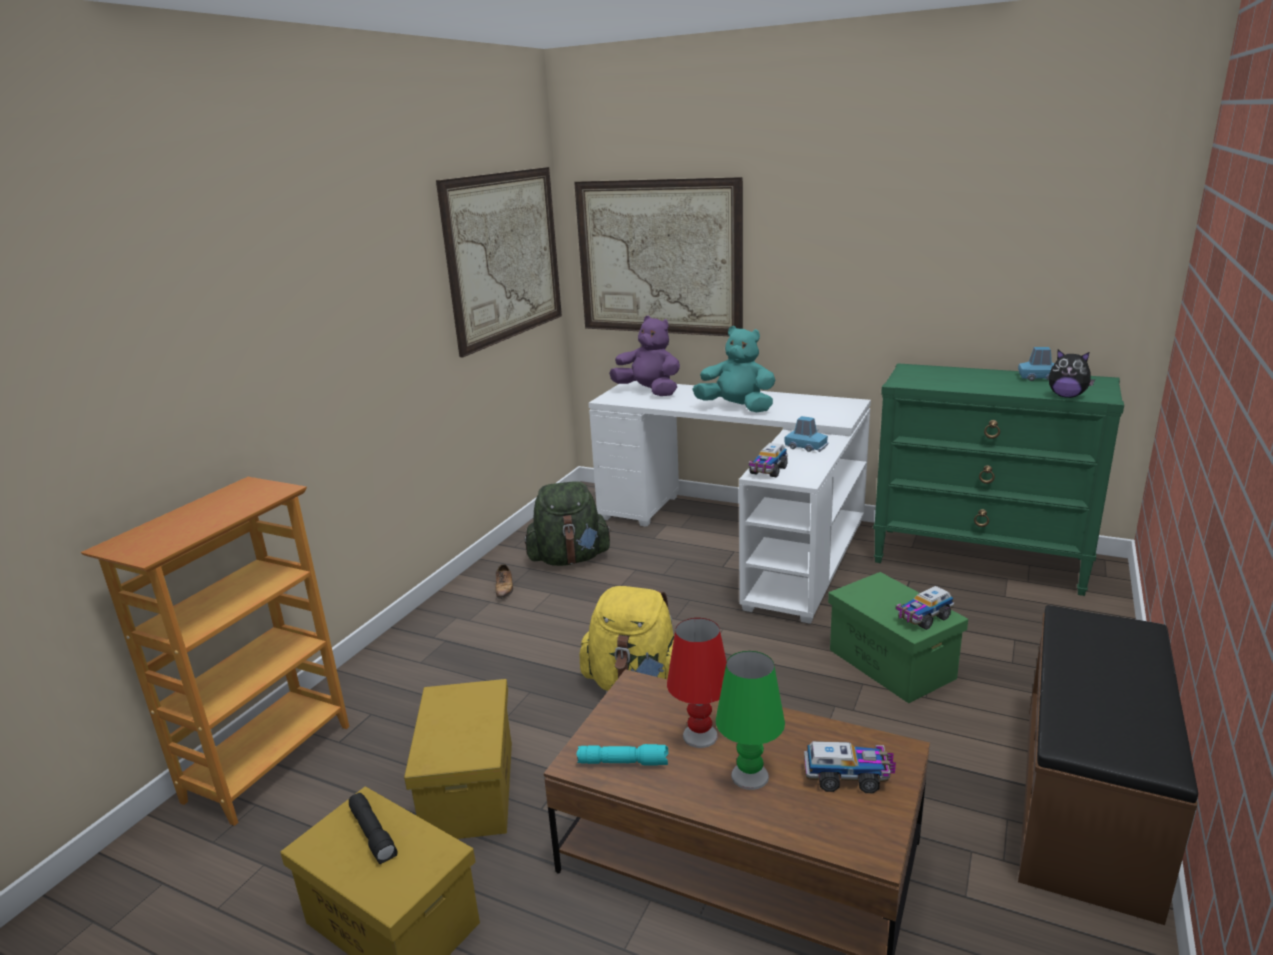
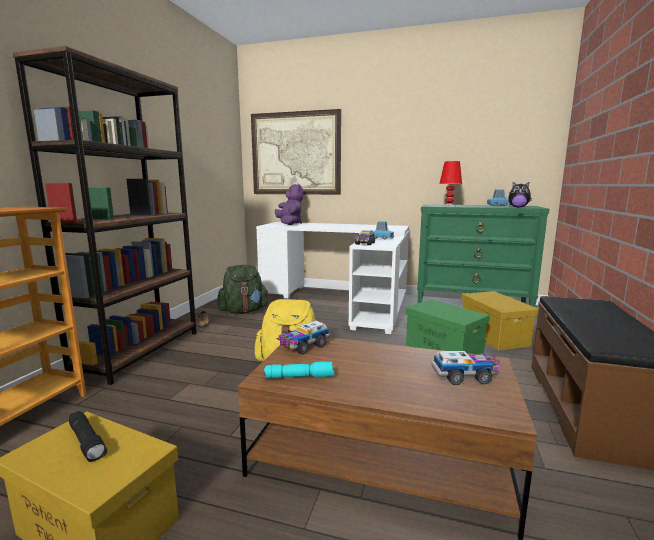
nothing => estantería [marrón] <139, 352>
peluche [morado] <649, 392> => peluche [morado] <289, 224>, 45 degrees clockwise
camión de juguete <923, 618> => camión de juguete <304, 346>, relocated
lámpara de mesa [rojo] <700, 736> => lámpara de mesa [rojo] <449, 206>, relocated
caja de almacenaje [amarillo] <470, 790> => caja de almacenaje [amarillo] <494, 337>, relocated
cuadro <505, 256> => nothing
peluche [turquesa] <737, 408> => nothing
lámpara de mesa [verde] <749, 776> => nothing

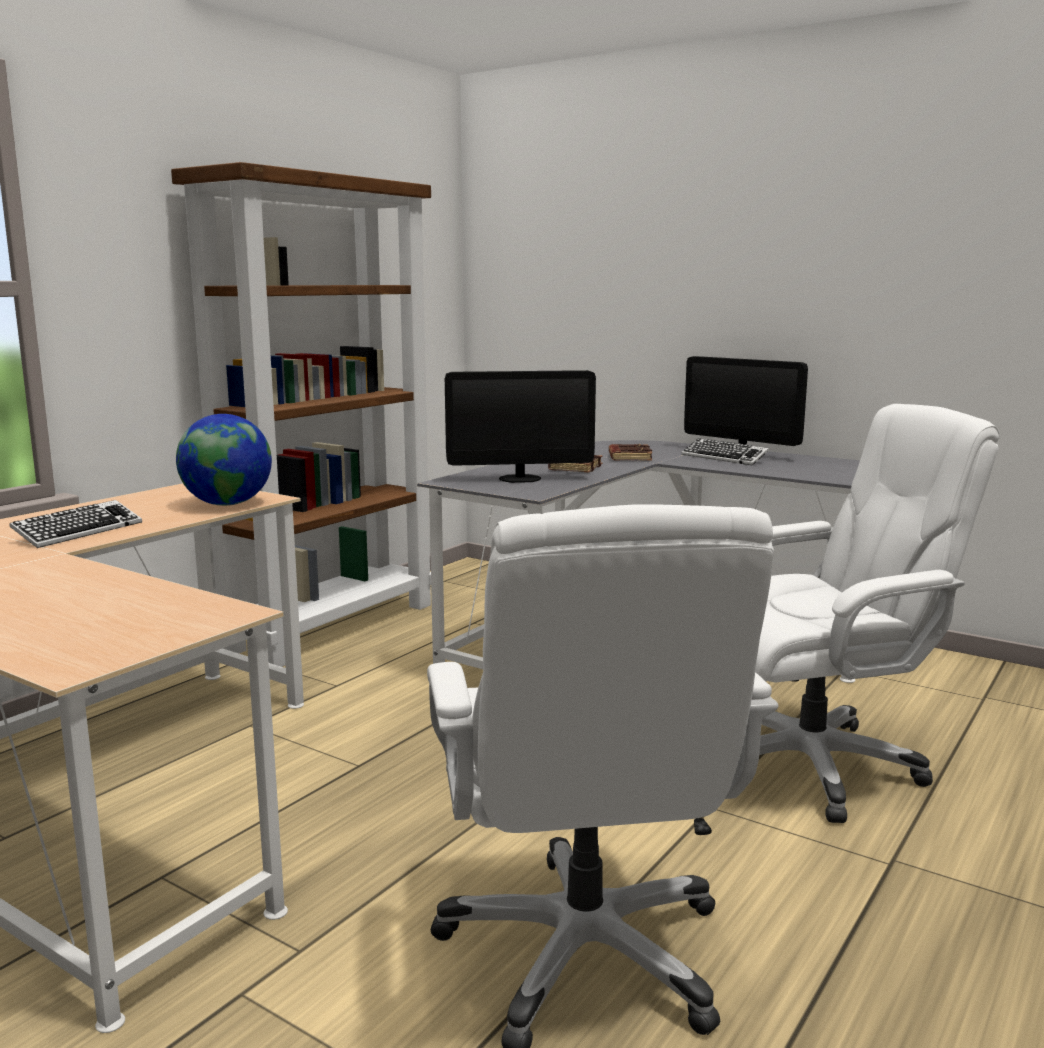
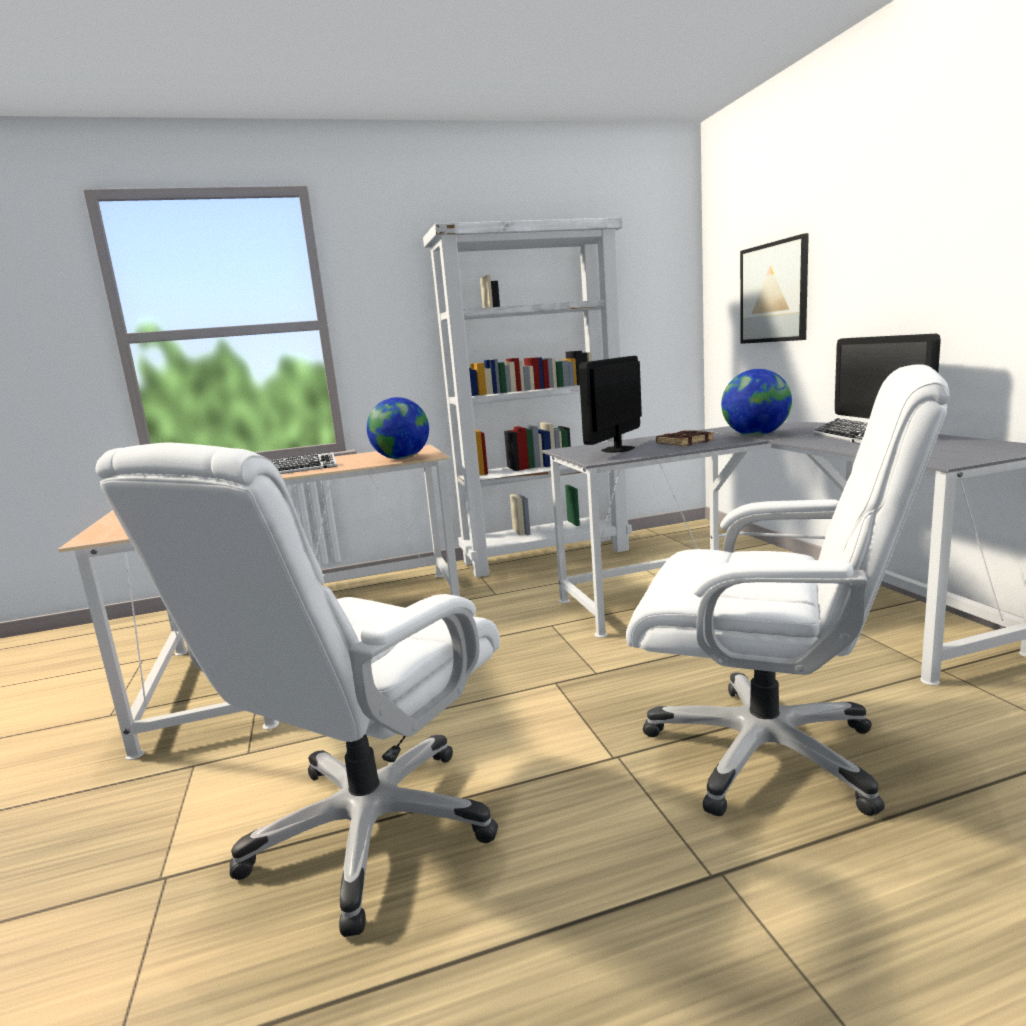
estantería [marrón] <332, 626> => estantería [blanco] <546, 555>
monitor <520, 479> => monitor <618, 449>, 90 degrees clockwise
libro [marrón] <629, 457> => globo terráqueo <755, 435>
nothing => cuadro <773, 292>

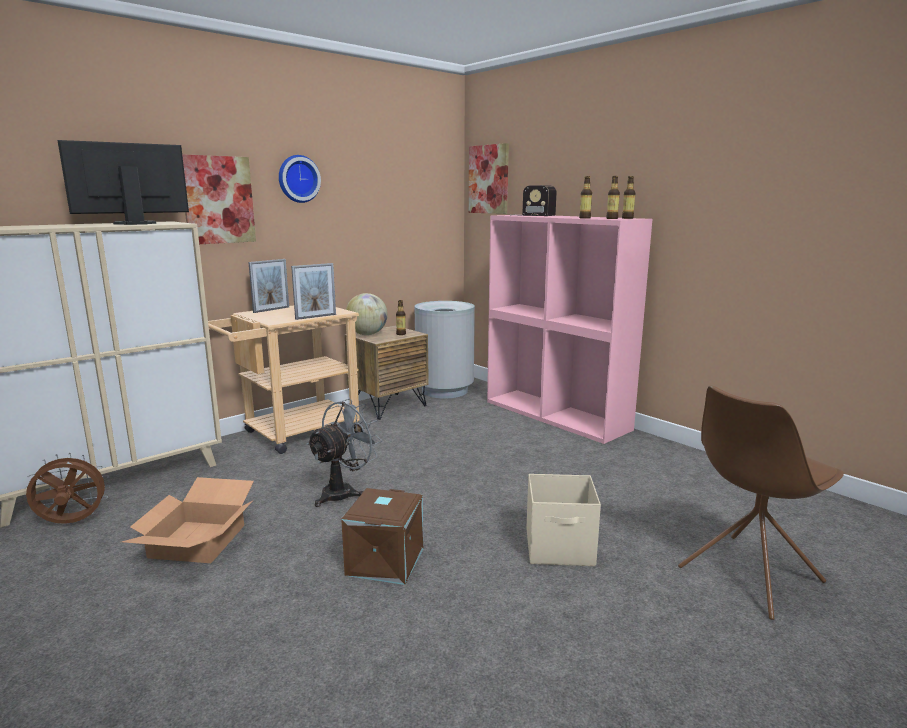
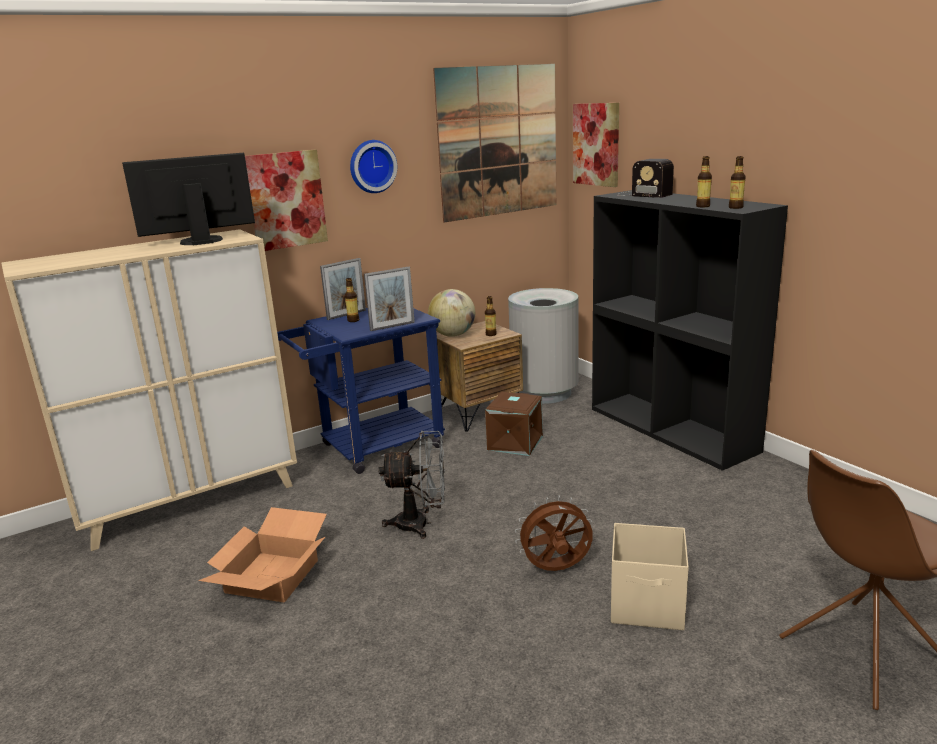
carrito [beis] <293, 434> => carrito [azul] <372, 448>
botella <627, 218> => botella <353, 320>, relocated
ventilador [gris] <344, 492> => ventilador [gris] <421, 524>, 45 degrees clockwise
nothing => cuadro <498, 142>
caja de almacenaje [marrón] <384, 561> => caja de almacenaje [marrón] <514, 443>, relocated
ventilador [marrón] <72, 523> => ventilador [marrón] <556, 570>, relocated
estantería [rosa] <557, 415> => estantería [negro] <673, 429>

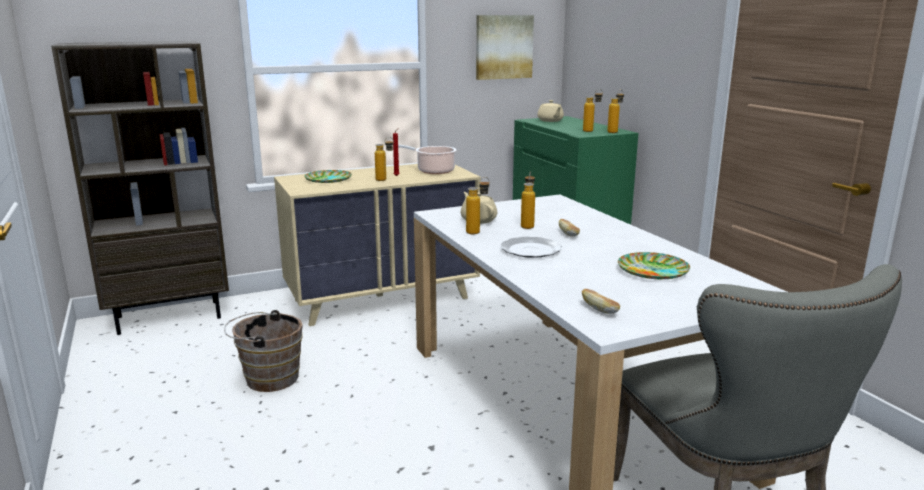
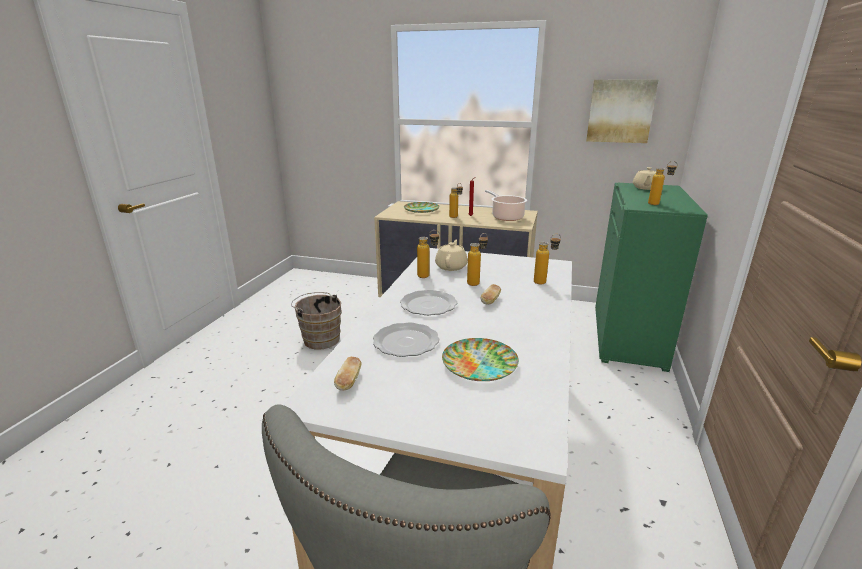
nothing => plato <405, 342>
botella <614, 132> => botella <544, 282>, relocated
estantería [marrón] <170, 316> => nothing

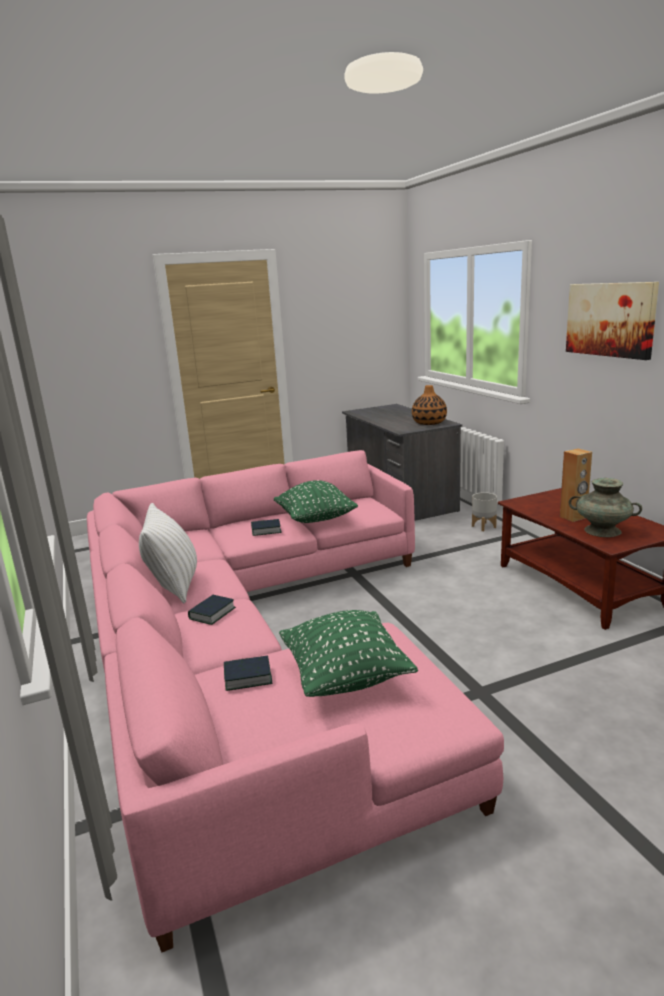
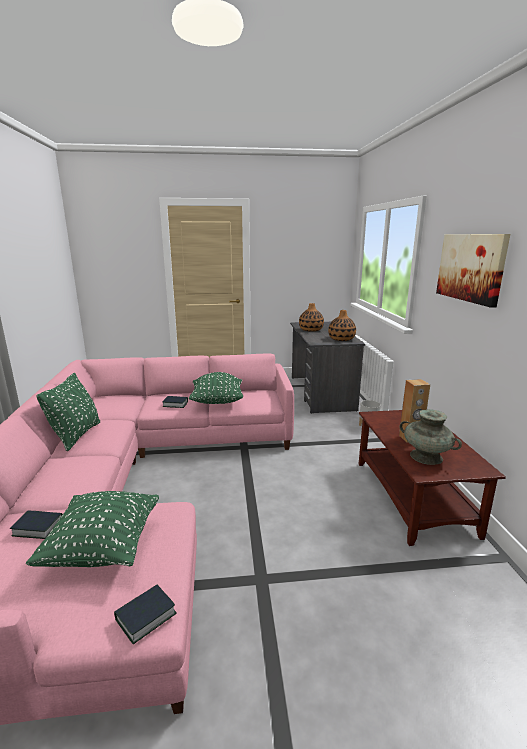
cojín [blanco] <174, 585> => cojín [verde] <76, 435>
libro <212, 613> => libro <146, 617>, relocated
nothing => florero <311, 330>

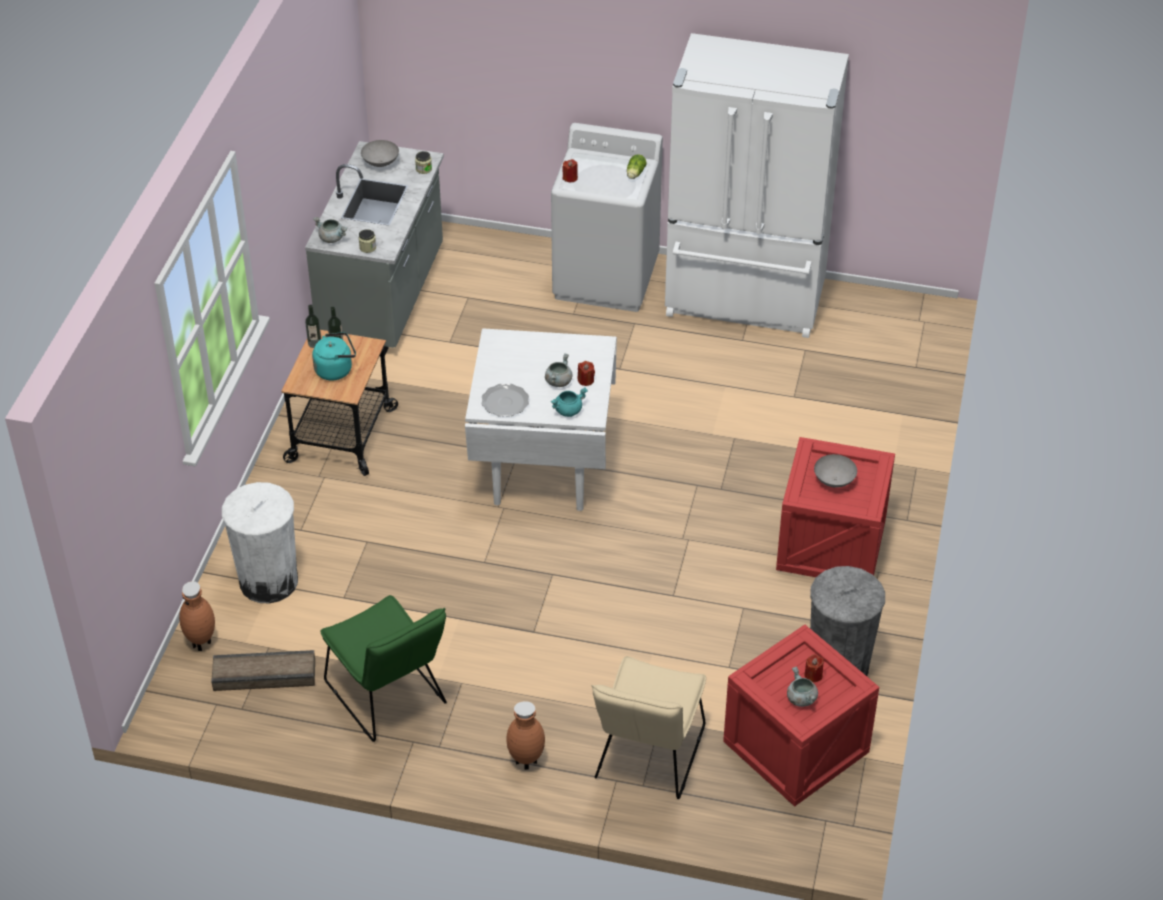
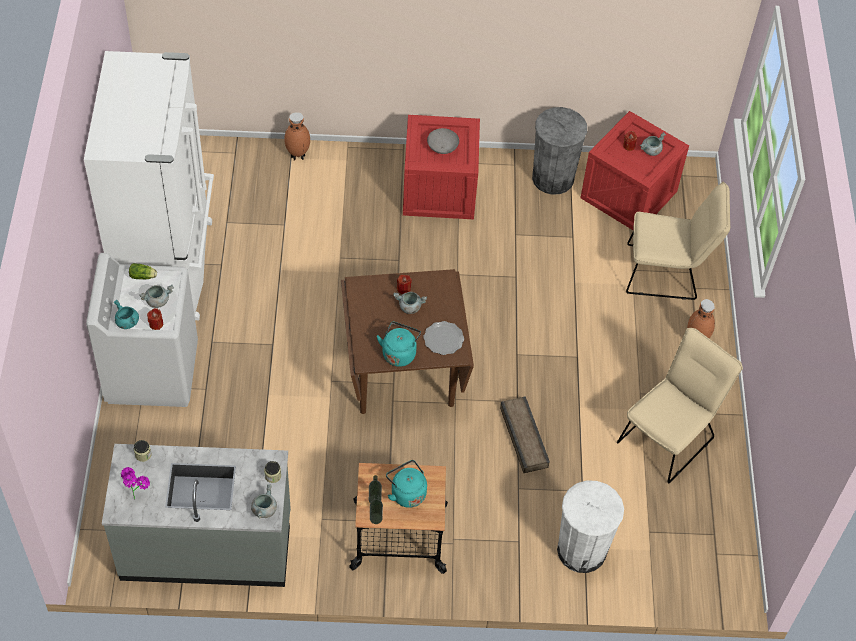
olla [turquesa] <568, 410> => olla [turquesa] <127, 322>, relocated
cuenco [gris] <381, 162> => planta en maceta <137, 494>
nothing => olla [gris] <157, 300>
florero [marrón] <202, 643> => florero [marrón] <298, 155>, relocated
mesa de comedor [blanco] <542, 467> => mesa de comedor [marrón] <403, 380>
nothing => hervidor [turquesa] <399, 353>
caja de embalaje <264, 674> => caja de embalaje <523, 437>, relocated
silla [verde] <390, 698> => silla [beis] <670, 436>

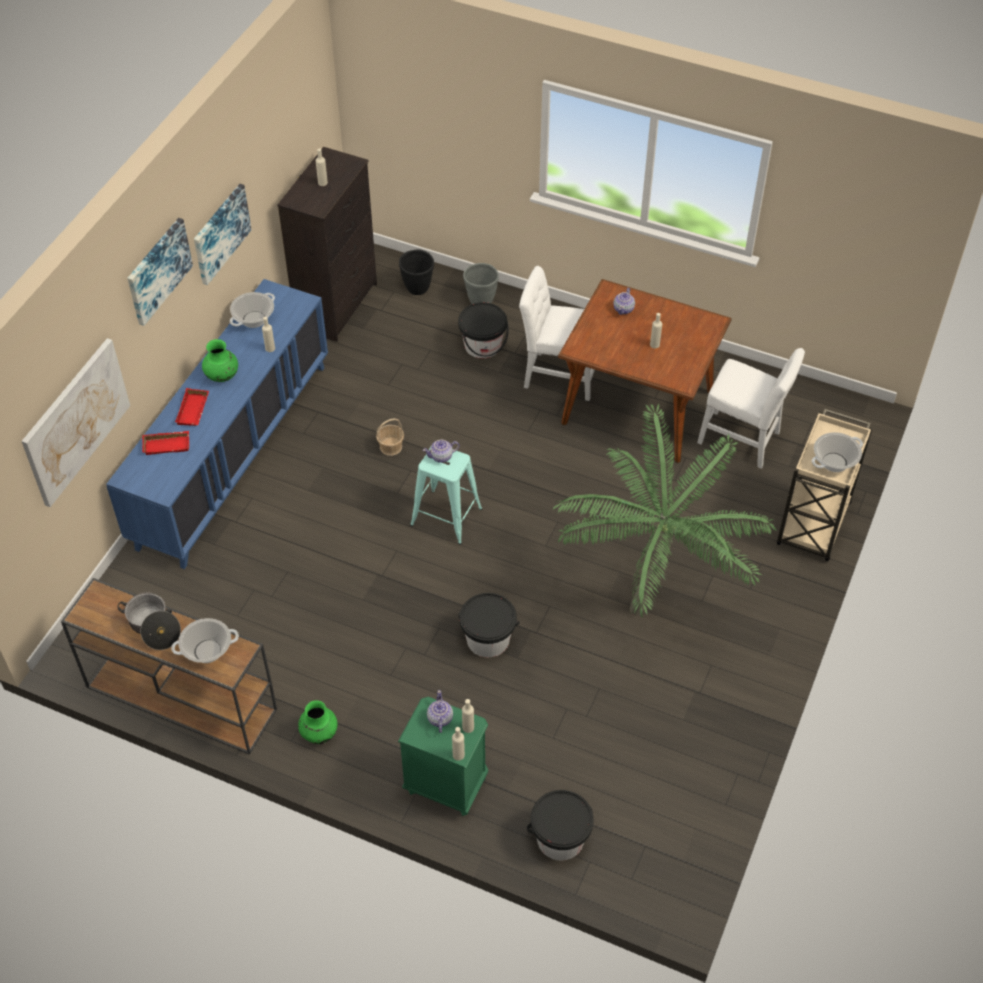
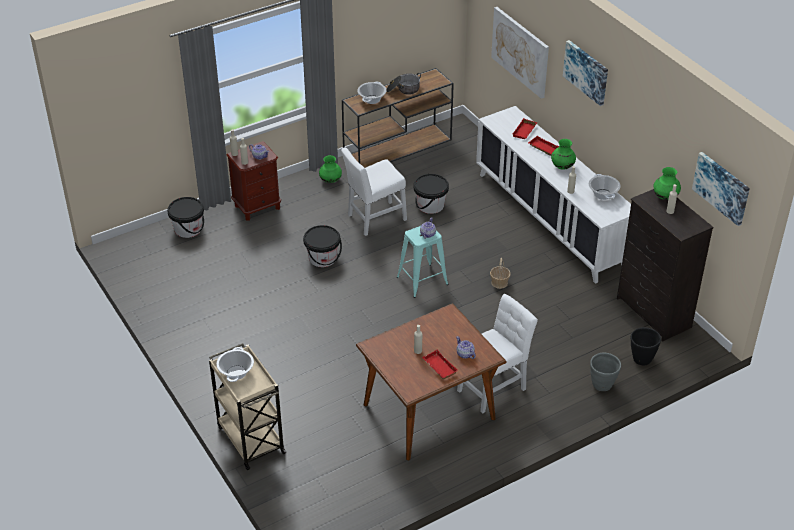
mesita de noche [verde] <446, 785> => mesita de noche [marrón] <257, 207>
silla [blanco] <743, 440> => silla [blanco] <374, 219>, relocated
cubo [negro] <482, 345> => cubo [negro] <430, 205>, relocated
nothing => bandeja [rojo] <438, 367>
armario [azul] <233, 455> => armario [blanco] <550, 220>
nothing => florero [verde] <665, 197>
cuadro <220, 233> => cuadro <722, 187>, relocated
planta en maceta <657, 611> => nothing

